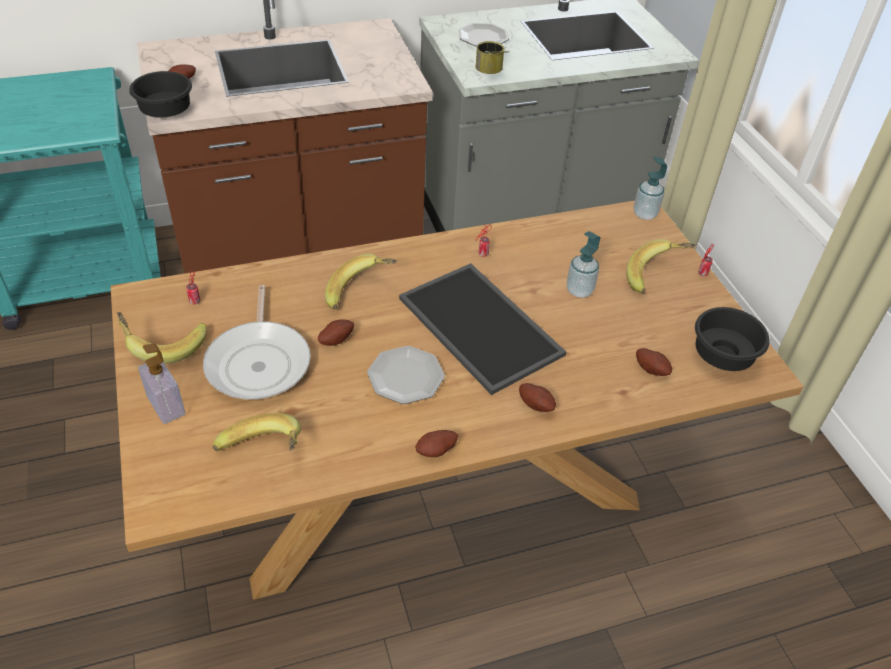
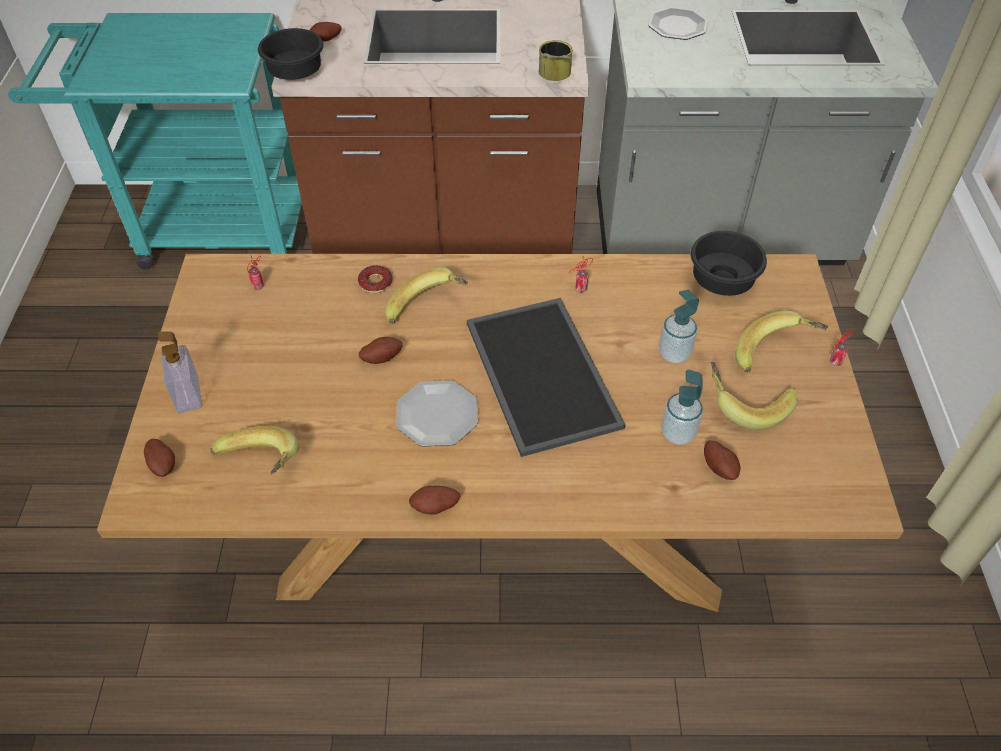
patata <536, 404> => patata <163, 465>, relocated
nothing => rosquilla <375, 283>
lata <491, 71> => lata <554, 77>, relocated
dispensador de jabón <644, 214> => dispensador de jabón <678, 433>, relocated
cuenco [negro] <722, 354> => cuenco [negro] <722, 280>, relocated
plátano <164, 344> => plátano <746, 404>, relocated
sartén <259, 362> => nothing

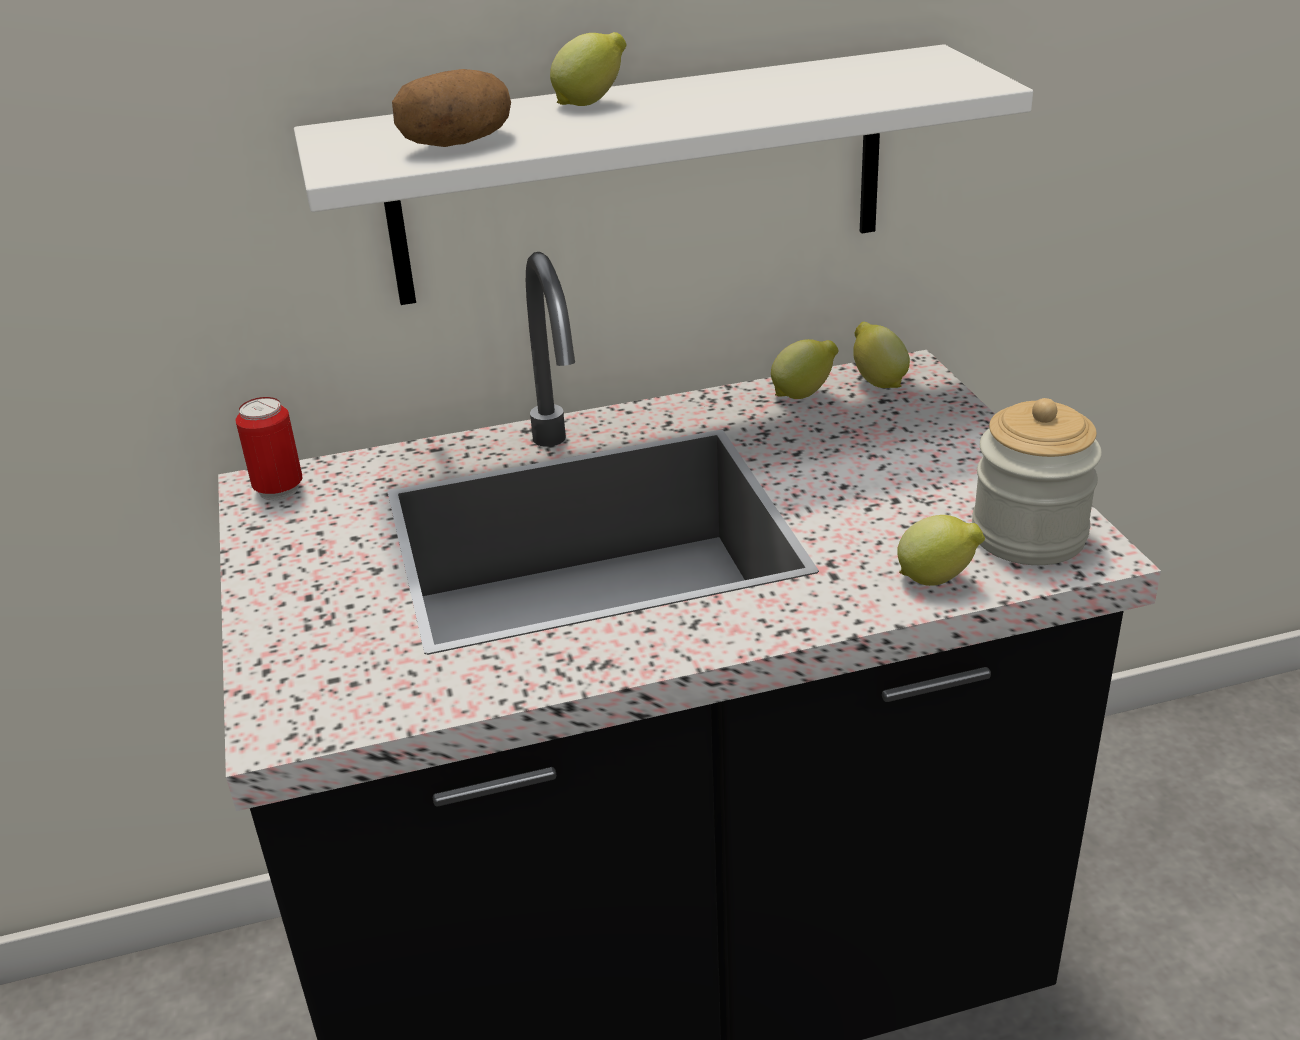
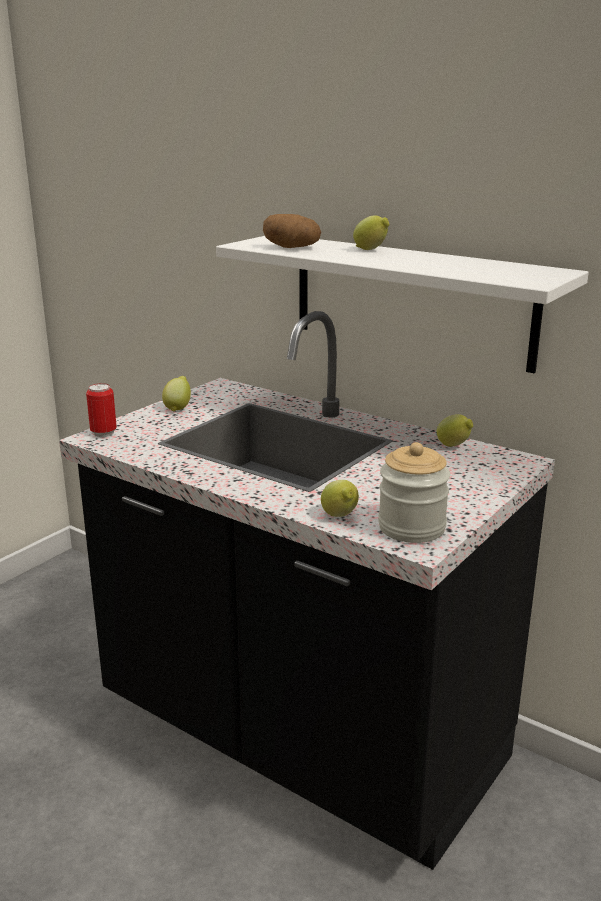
lata <279, 490> => lata <103, 433>, relocated
limón <877, 381> => limón <178, 408>, relocated

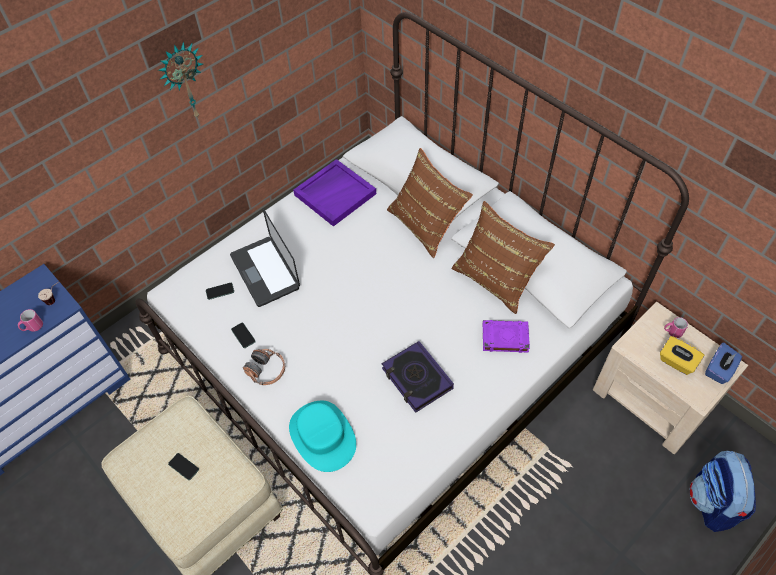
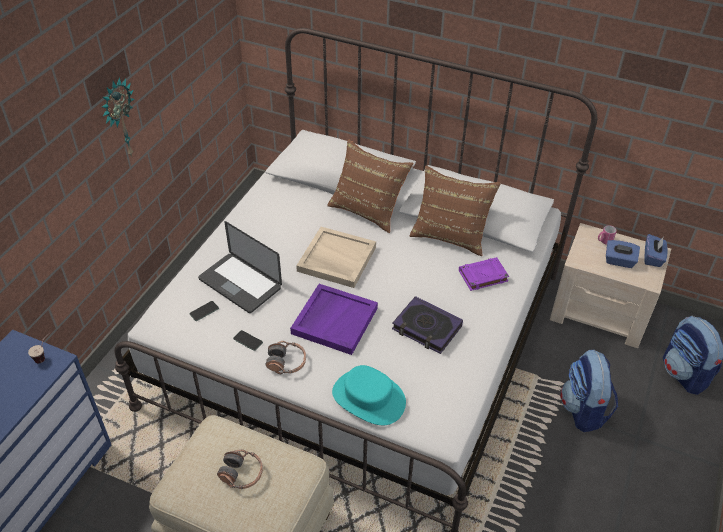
móvil <183, 466> => auriculares <241, 474>
bandeja [morado] <335, 194> => bandeja [morado] <334, 320>, relocated
nothing => bandeja [beis] <336, 259>
nothing => mochila <583, 410>
caja de pañuelos [amarillo] <676, 362> => caja de pañuelos [azul] <619, 261>
taza grande [rosa] <33, 327> => nothing

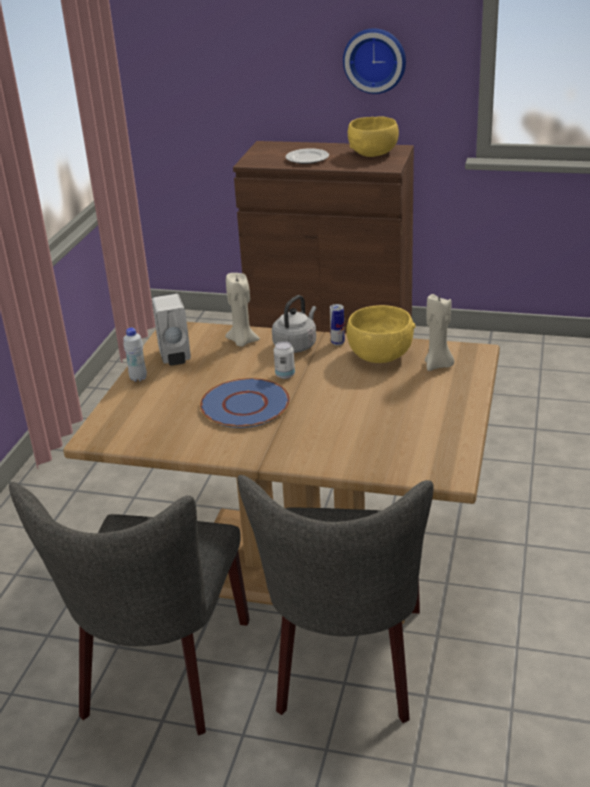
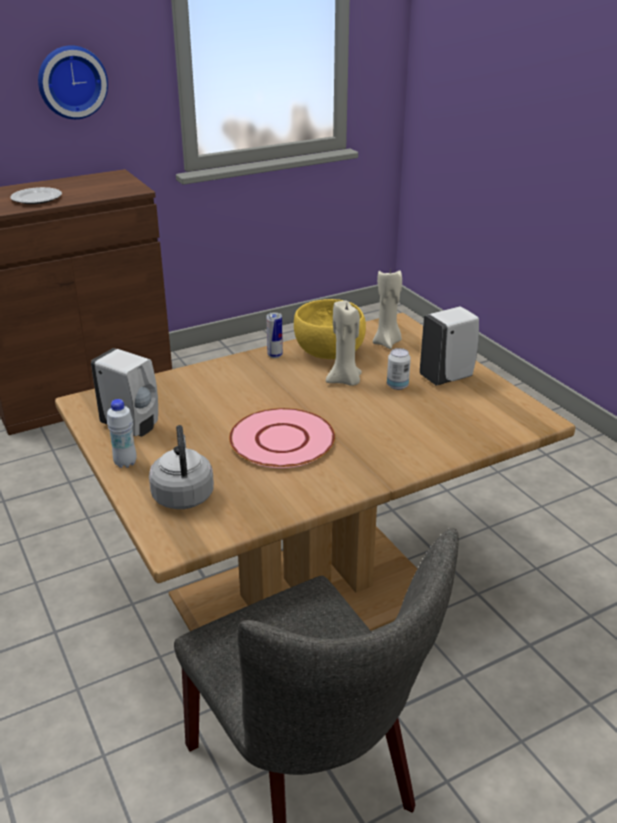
hervidor [gris] <296, 345> => hervidor [gris] <183, 494>, relocated
plato [azul] <245, 405> => plato [rosa] <282, 440>
vela [beis] <242, 342> => vela [beis] <345, 381>, relocated
lata <285, 375> => lata <397, 386>, relocated
nothing => dispensador de jabón [blanco] <447, 377>
silla [gris] <347, 667> => nothing
cuenco [amarillo] <373, 153> => nothing

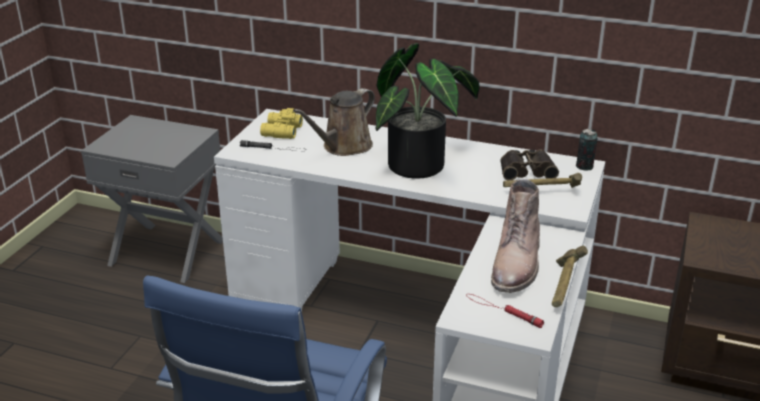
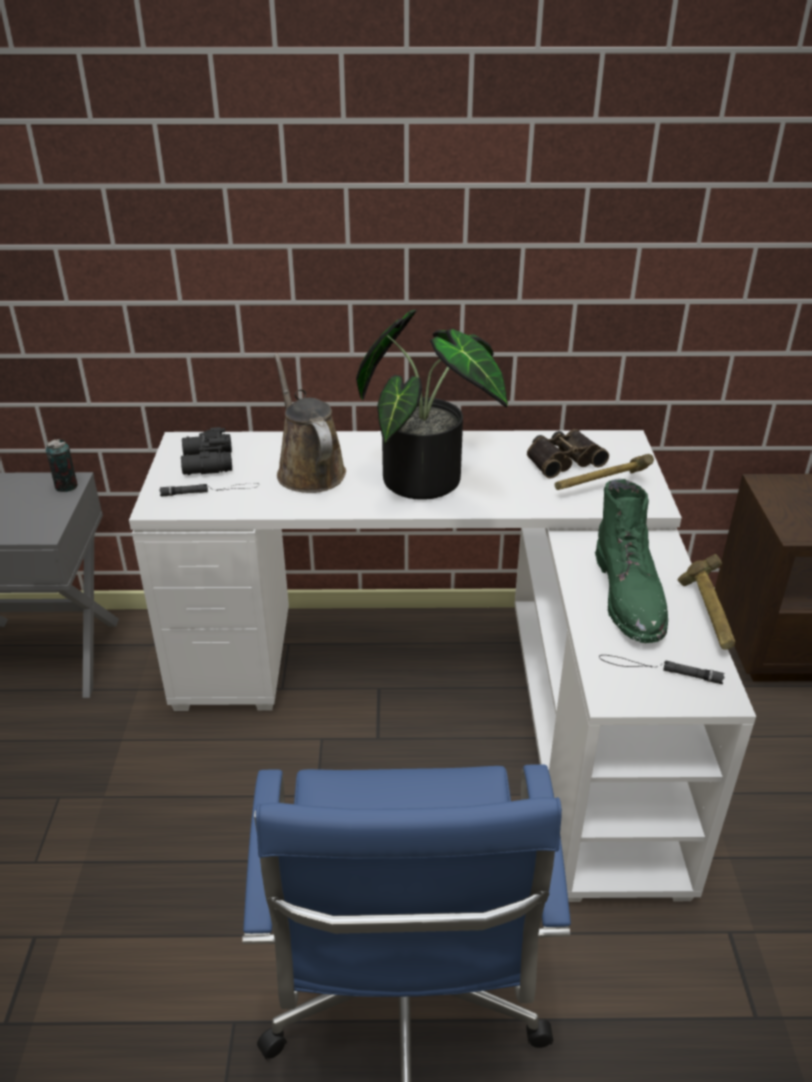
lata <584, 166> => lata <66, 486>, relocated
prismáticos [amarillo] <280, 132> => prismáticos [negro] <206, 463>
regadera [marrón] <344, 147> => regadera [marrón] <308, 470>, 135 degrees clockwise
bota [marrón] <517, 265> => bota [verde] <630, 596>
linterna [rojo] <503, 311> => linterna [negro] <659, 670>

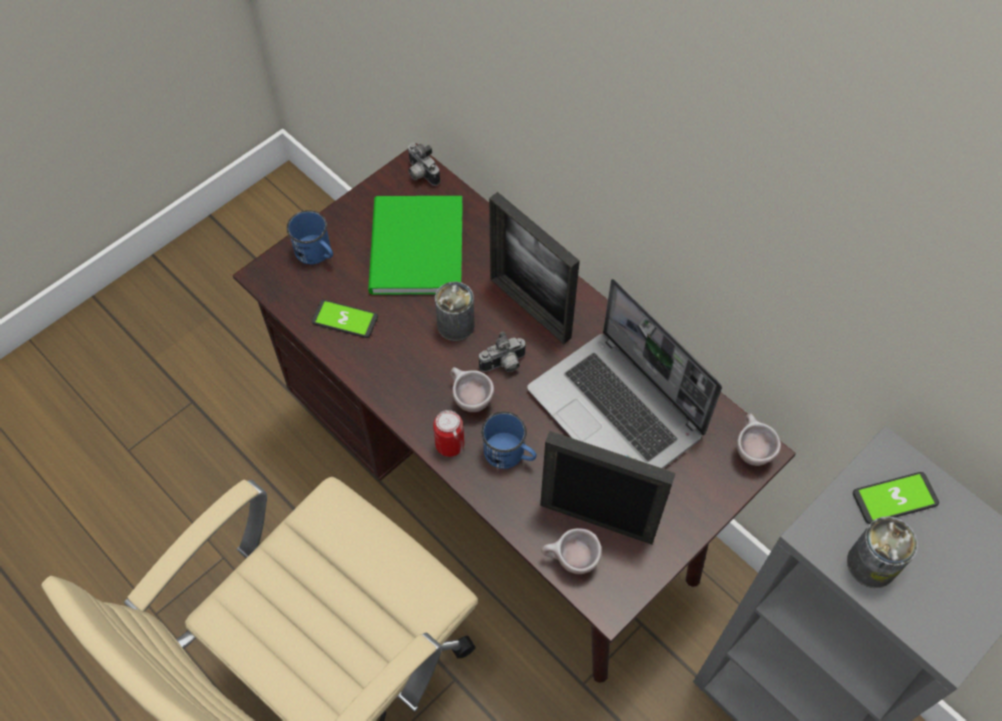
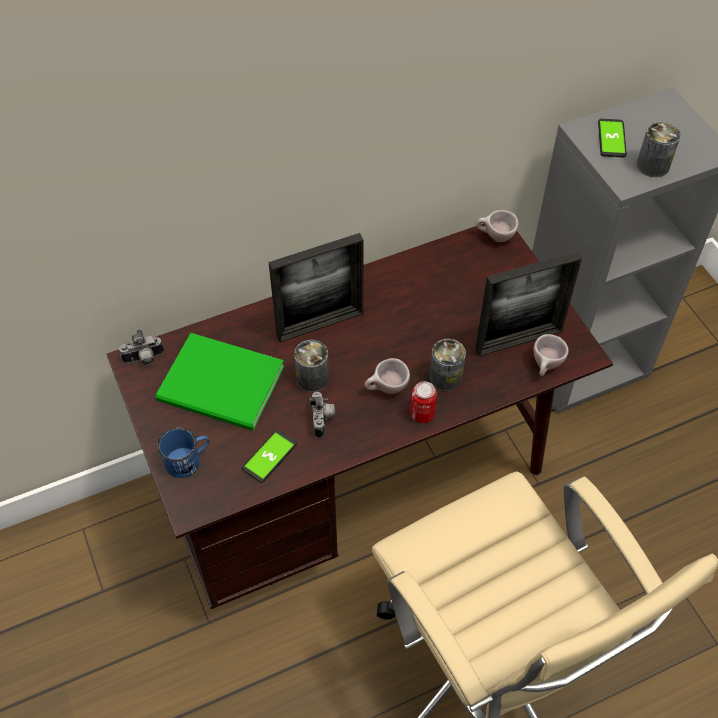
cámara <504, 365> => cámara <323, 419>, relocated
taza grande [azul] <510, 454> => lata <445, 377>
portarretratos <597, 519> => portarretratos <518, 340>, 150 degrees counterclockwise
portátil <618, 413> => nothing

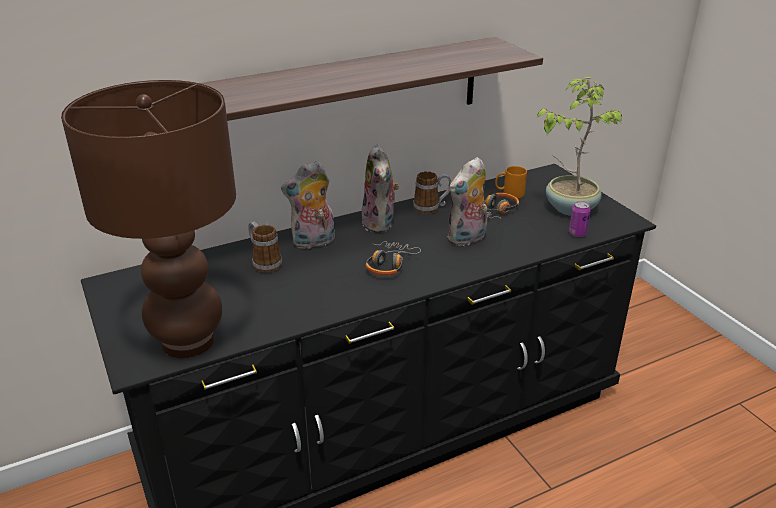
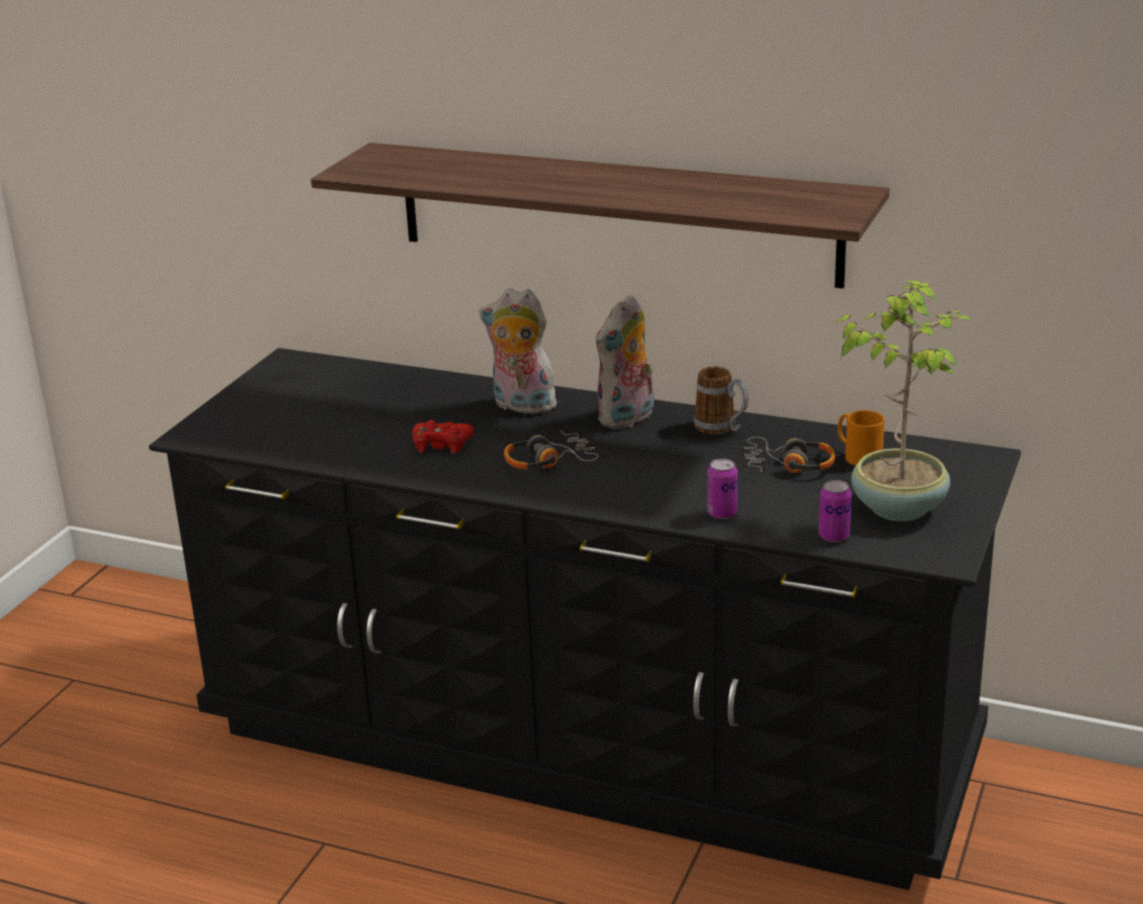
nothing => mando de consola [rojo] <441, 445>
nothing => lata <722, 513>
lámpara de mesa [marrón] <189, 340> => nothing
taza grande <264, 262> => nothing
peluche <467, 239> => nothing

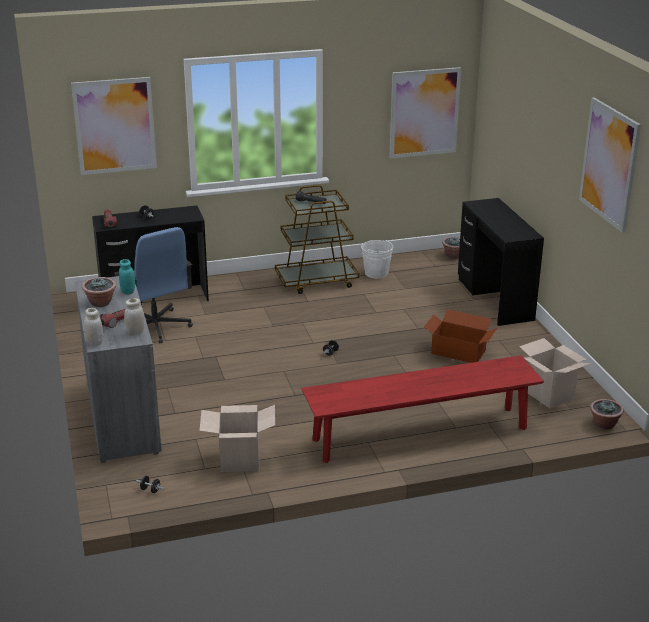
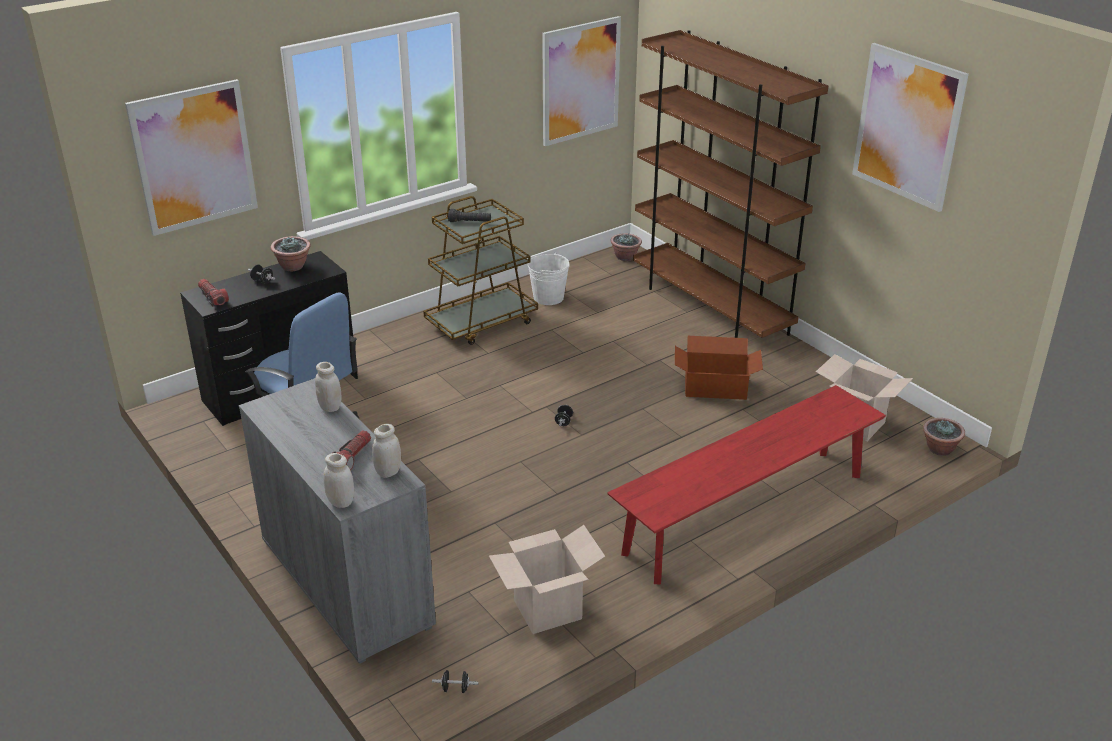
planta en maceta <101, 303> => planta en maceta <293, 266>, relocated
tarro [turquesa] <128, 292> => tarro [blanco] <330, 407>
escritorio [negro] <495, 299> => estantería [marrón] <711, 307>

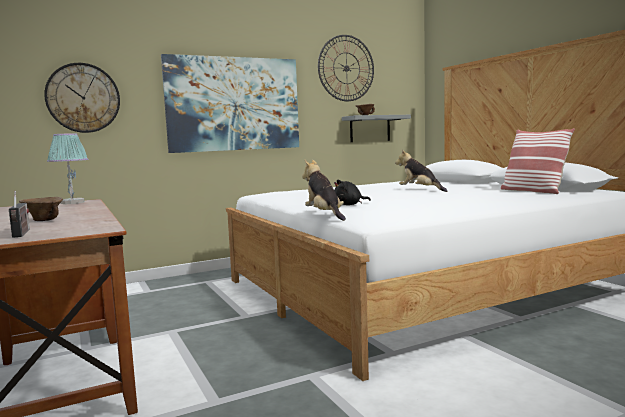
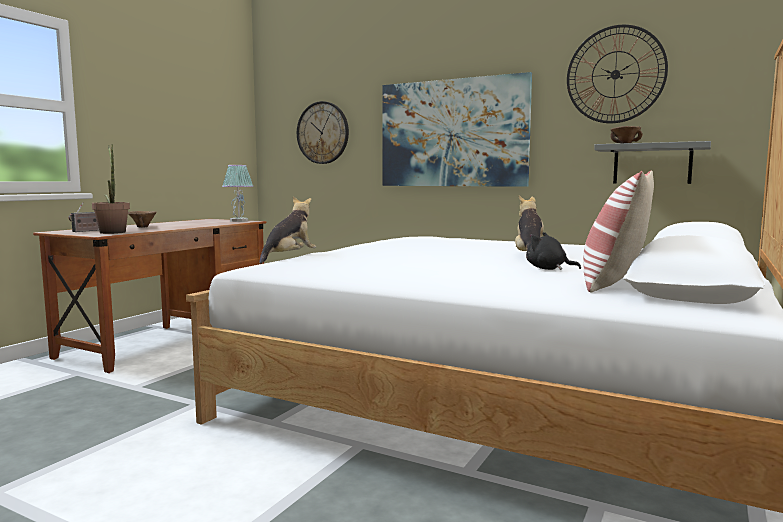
nothing => planta en maceta <113, 232>
peluche [negro] <349, 205> => peluche [negro] <548, 269>, relocated

